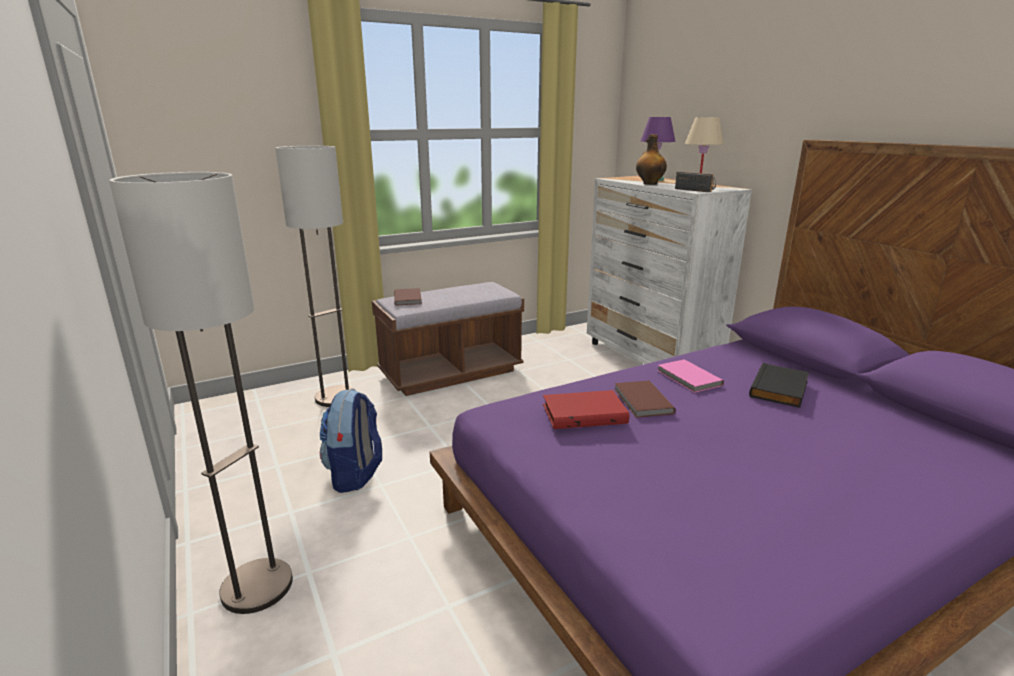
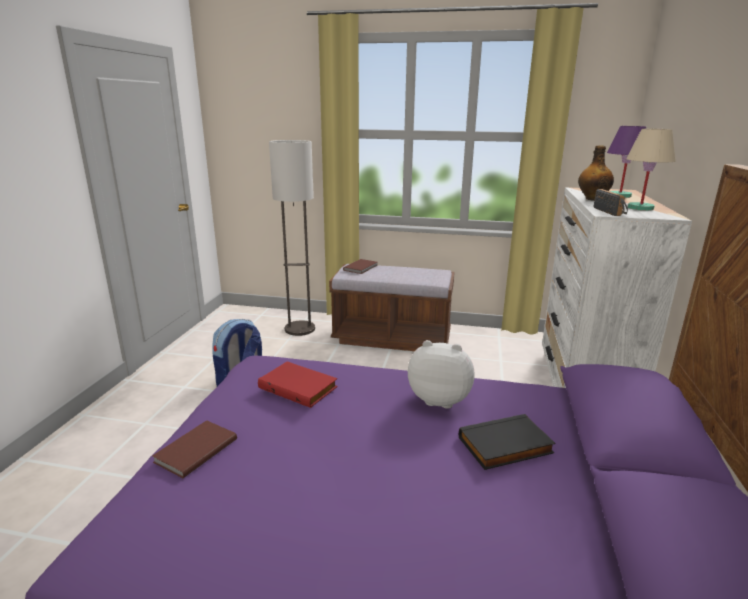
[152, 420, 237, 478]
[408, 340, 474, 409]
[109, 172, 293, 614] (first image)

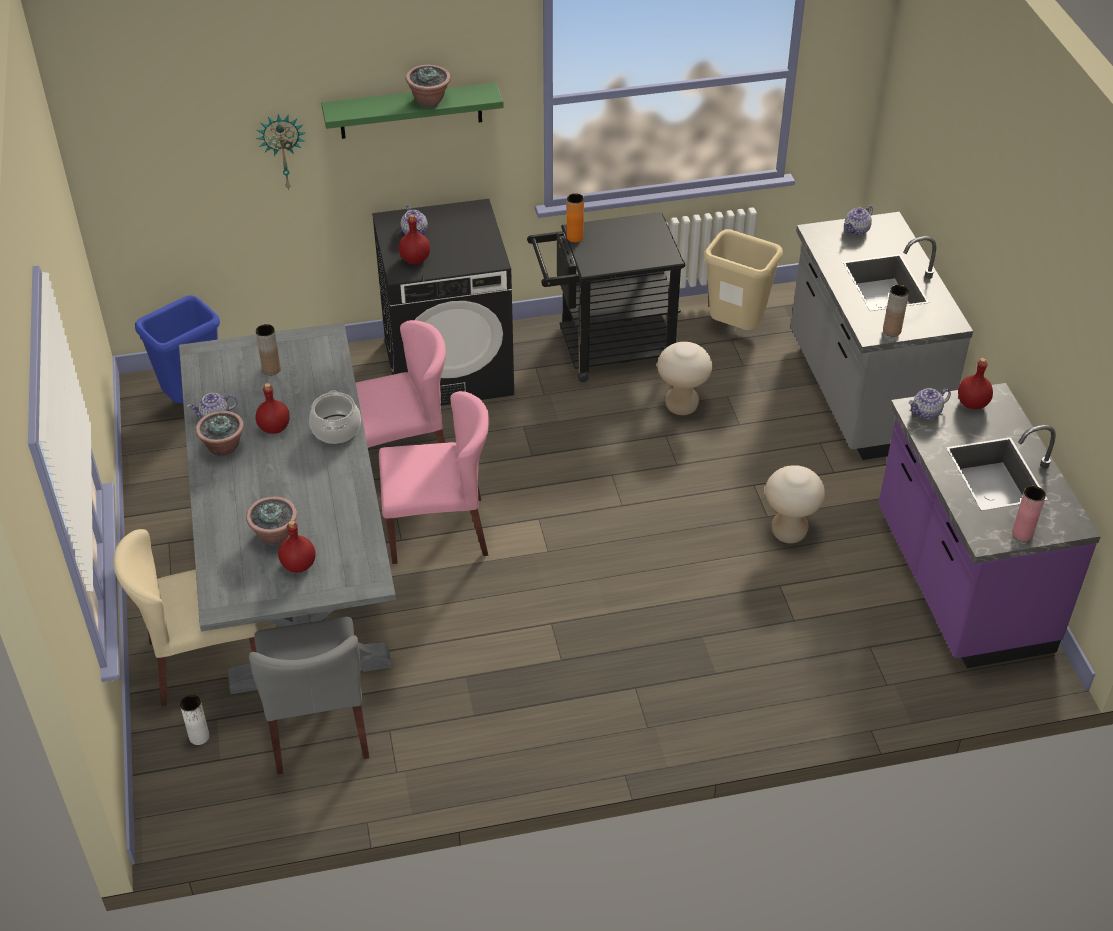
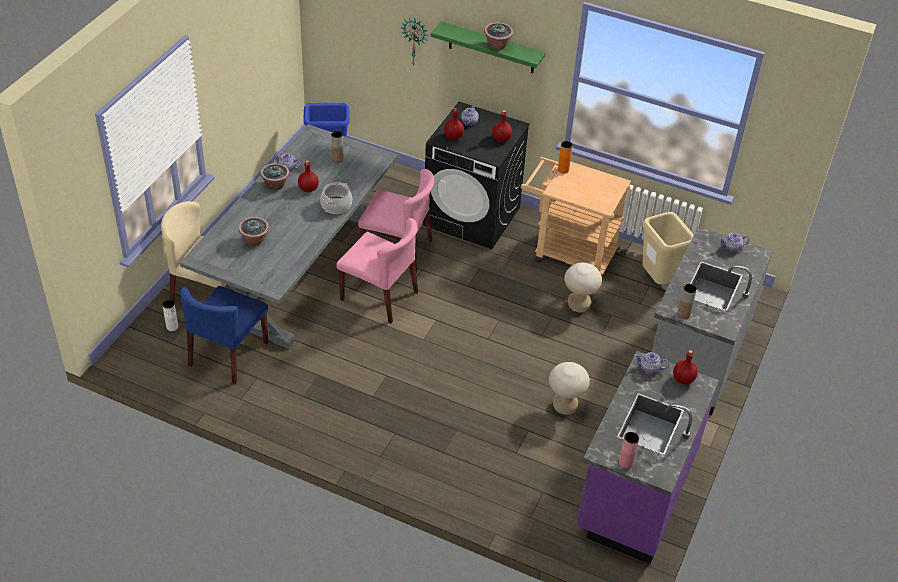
[180, 286, 268, 385]
[492, 110, 512, 142]
[521, 157, 631, 275]

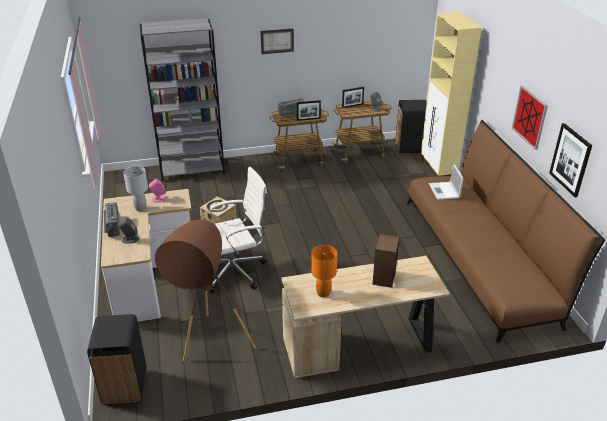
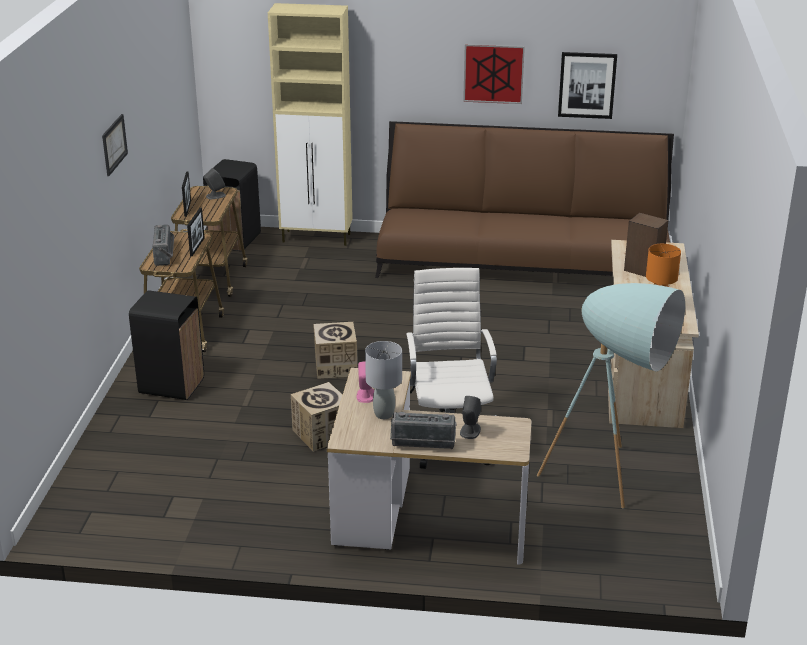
[129, 290, 204, 400]
[313, 322, 357, 379]
[537, 283, 685, 509]
[140, 18, 225, 181] (first image)
[429, 163, 463, 200] (first image)

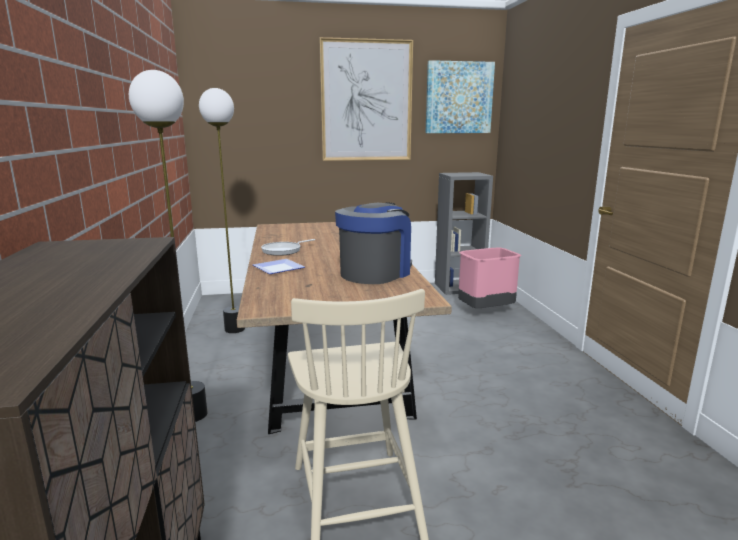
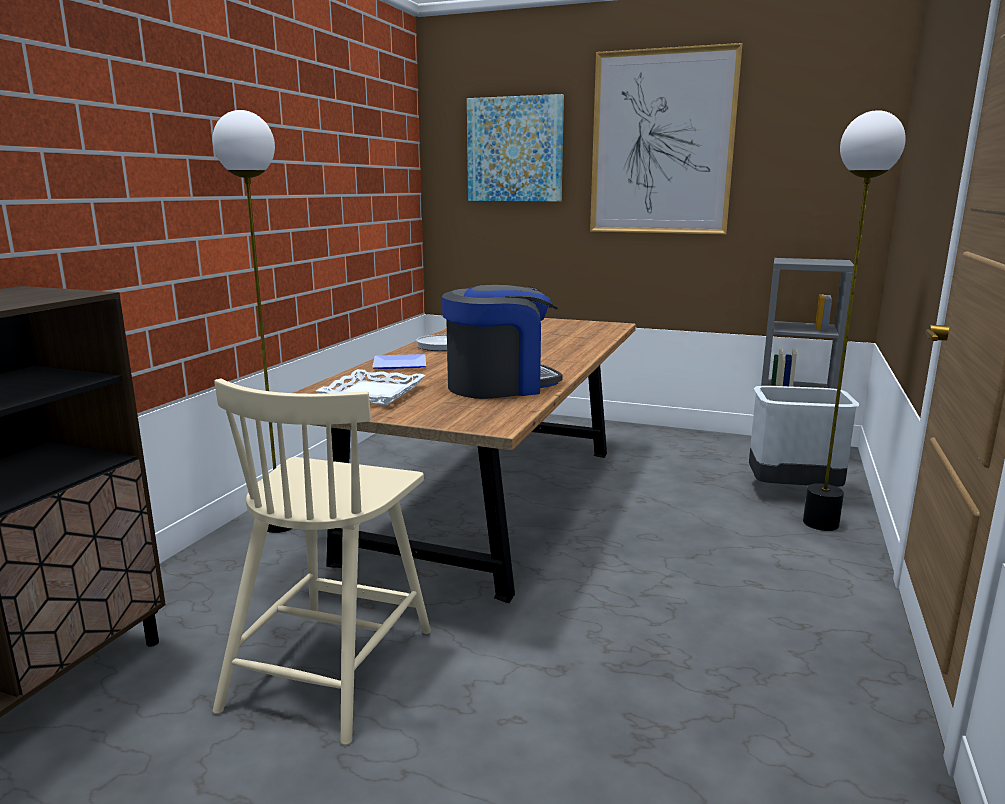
[316, 369, 426, 405]
[467, 94, 564, 201]
[749, 386, 860, 487]
[803, 110, 906, 531]

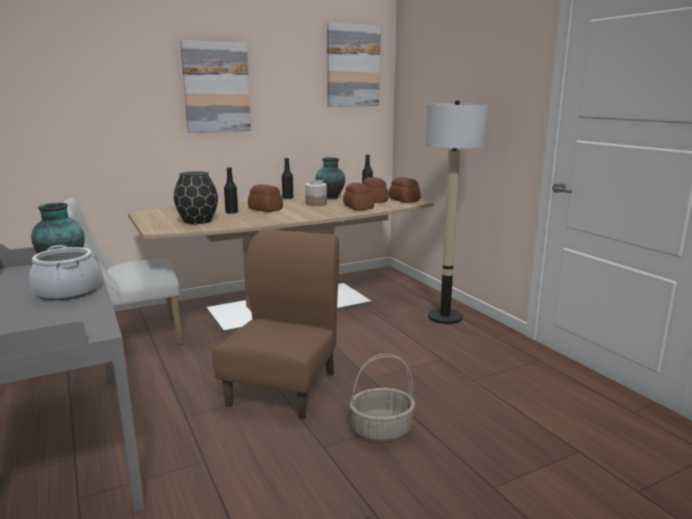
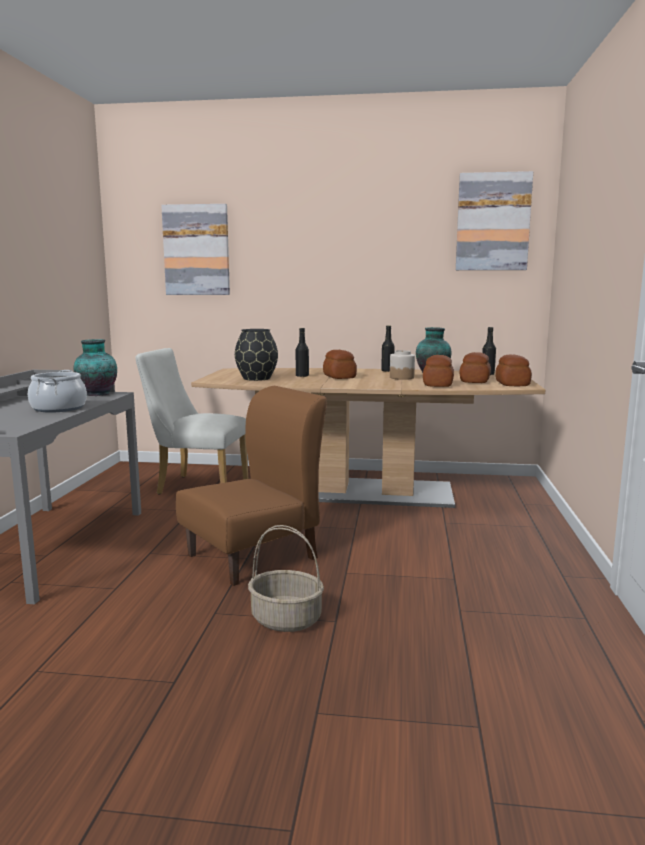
[161, 204, 230, 295]
[425, 100, 488, 324] (first image)

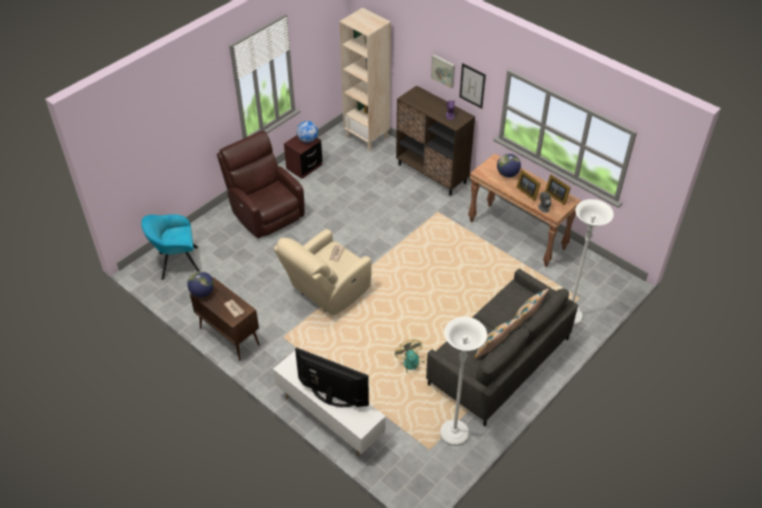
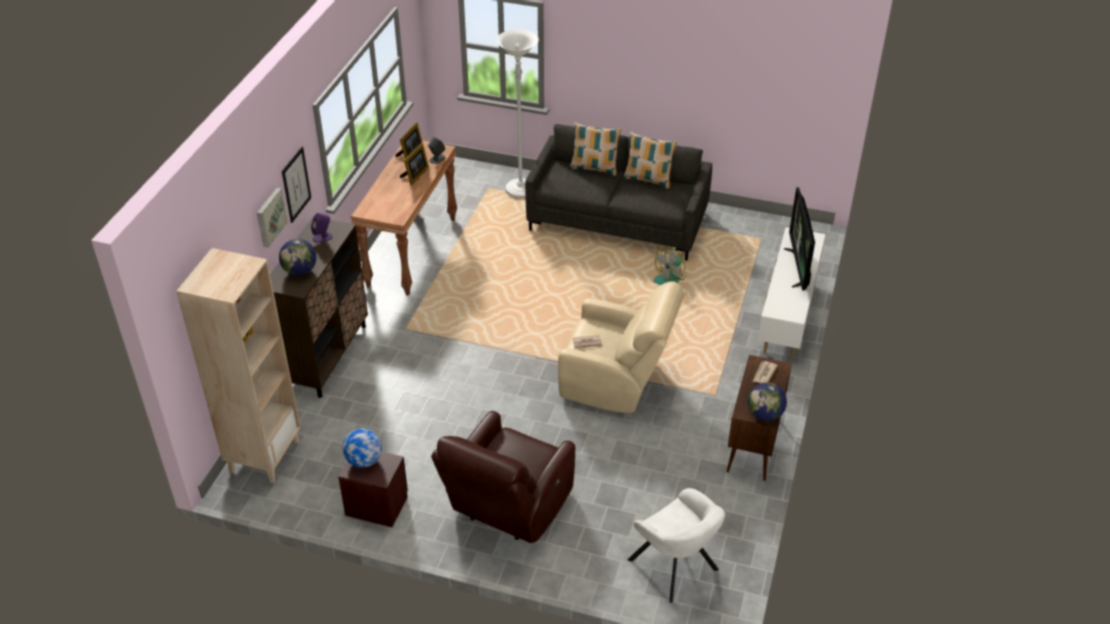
[279, 239, 316, 276]
[628, 488, 725, 603]
[440, 317, 487, 446] (first image)

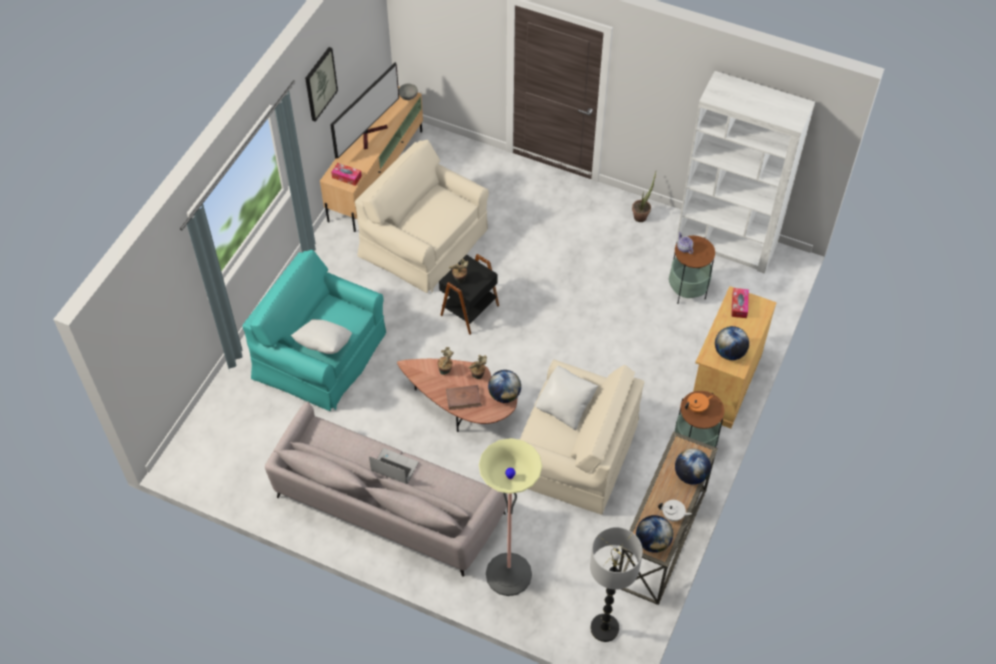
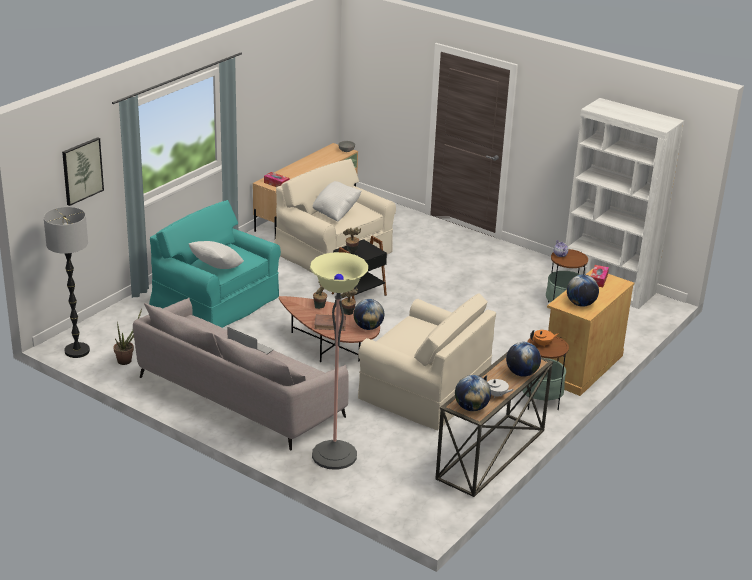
[44, 207, 90, 358]
[62, 137, 104, 206]
[113, 309, 142, 365]
[313, 181, 361, 221]
[330, 62, 399, 159] (first image)

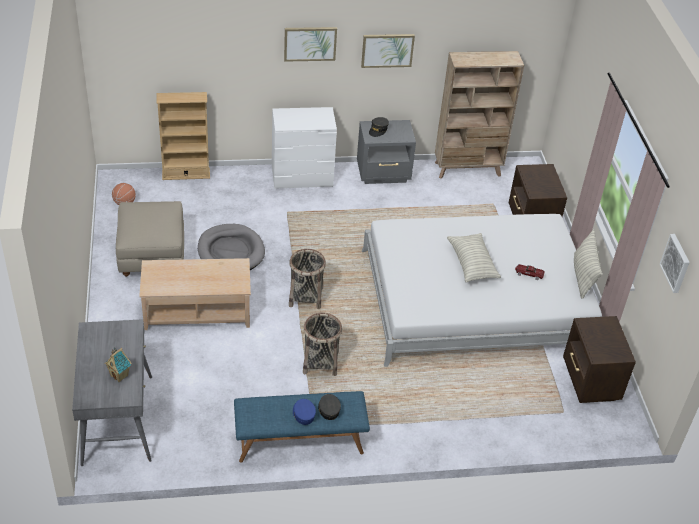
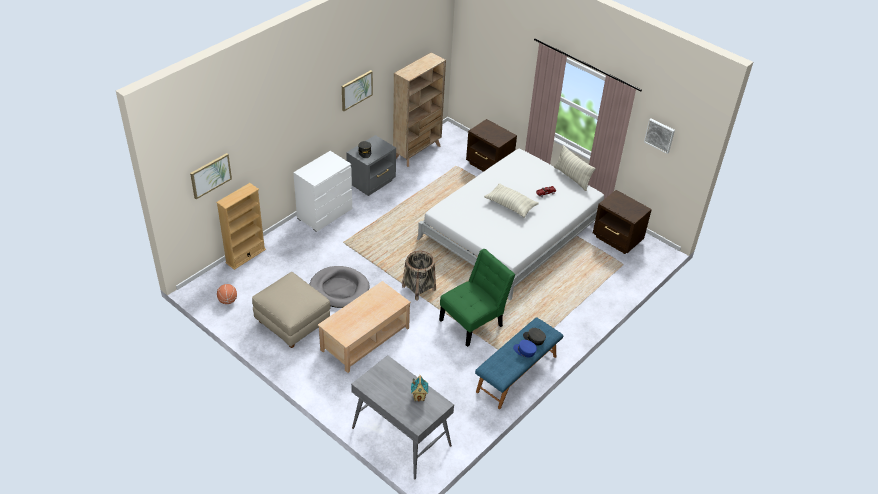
[190, 153, 232, 199]
[439, 249, 515, 347]

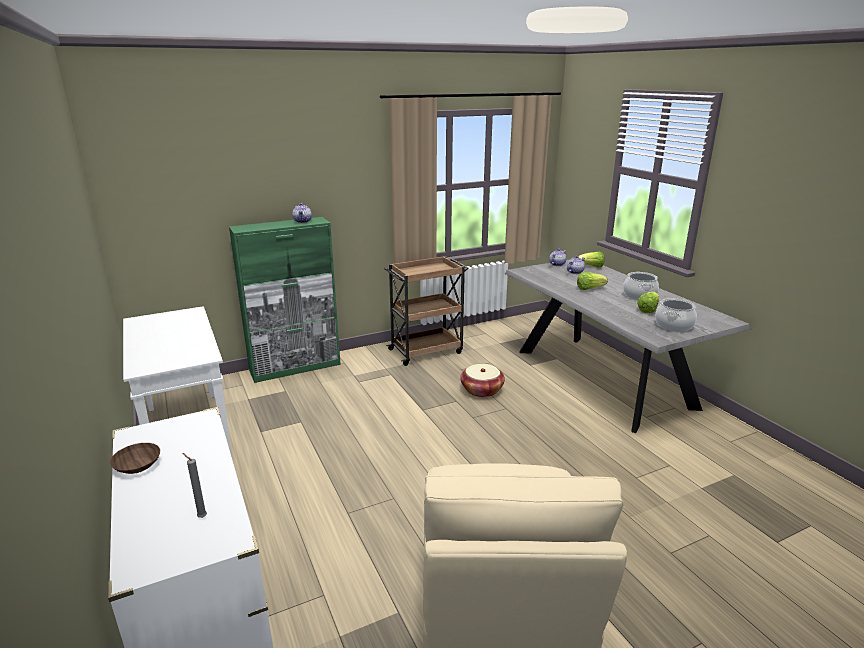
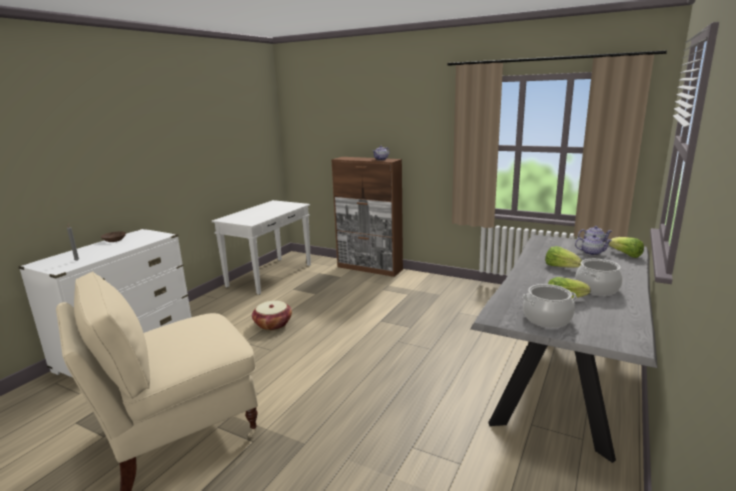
[252, 301, 292, 330]
[331, 157, 403, 277]
[384, 256, 469, 366] (first image)

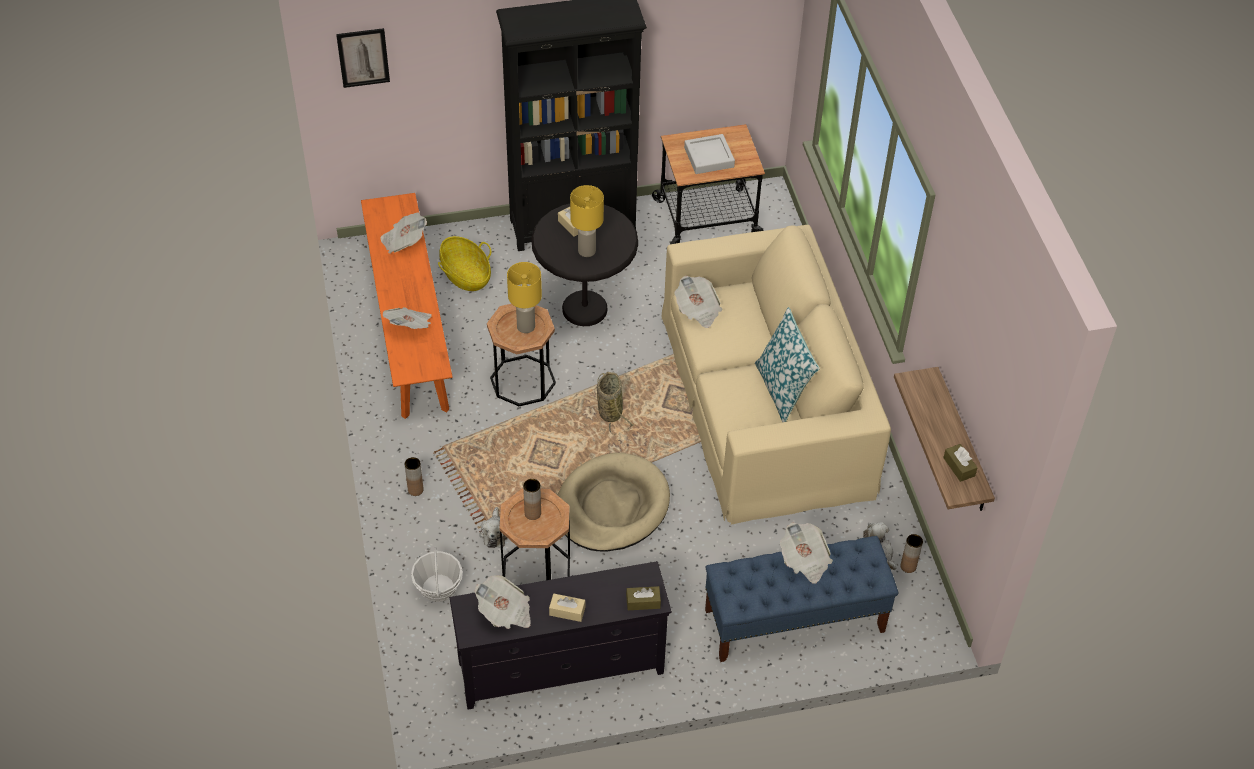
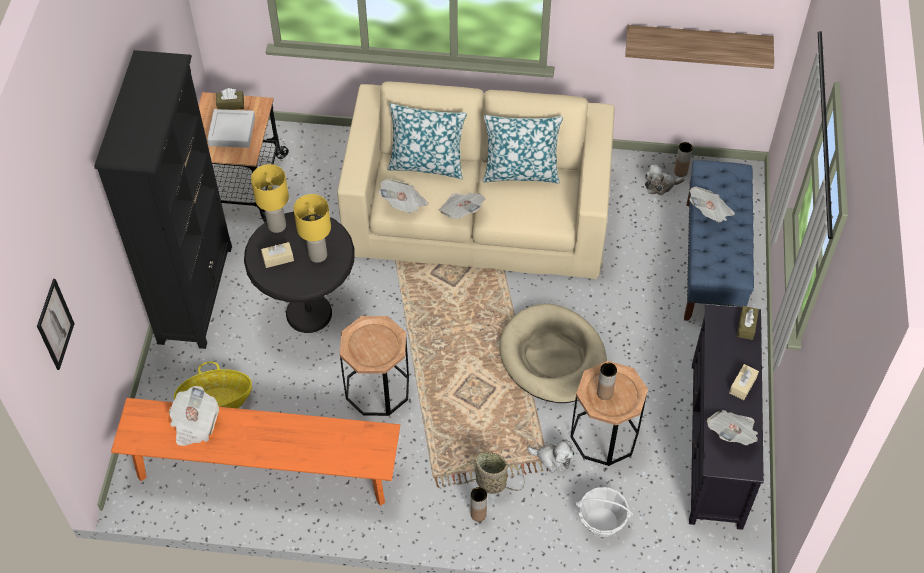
[216, 88, 244, 110]
[251, 164, 289, 233]
[387, 103, 467, 179]
[438, 193, 486, 219]
[444, 452, 524, 494]

